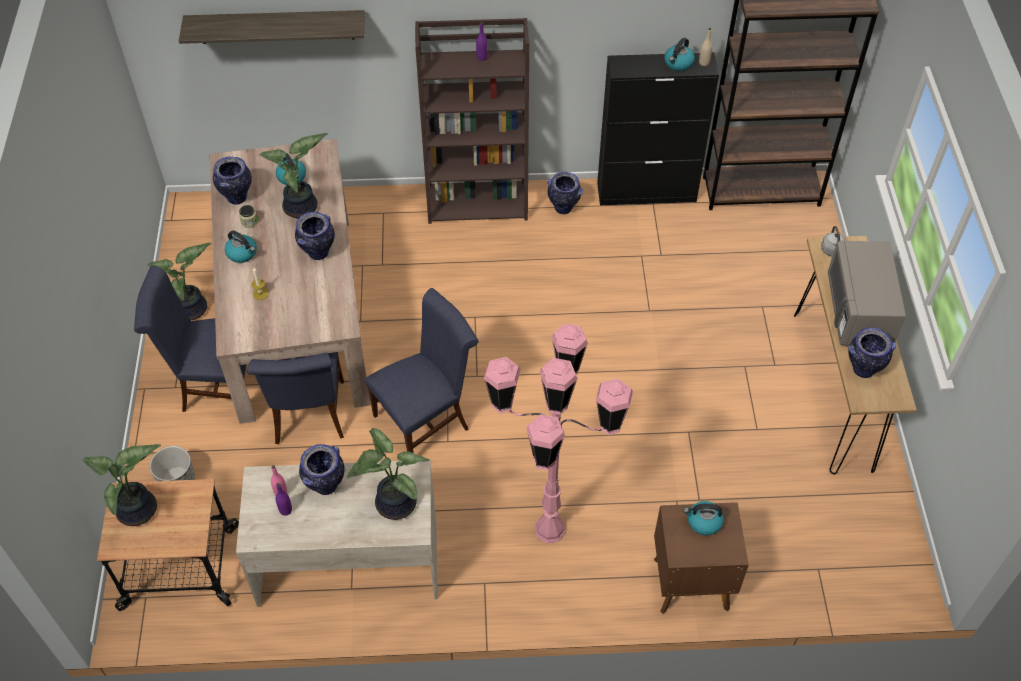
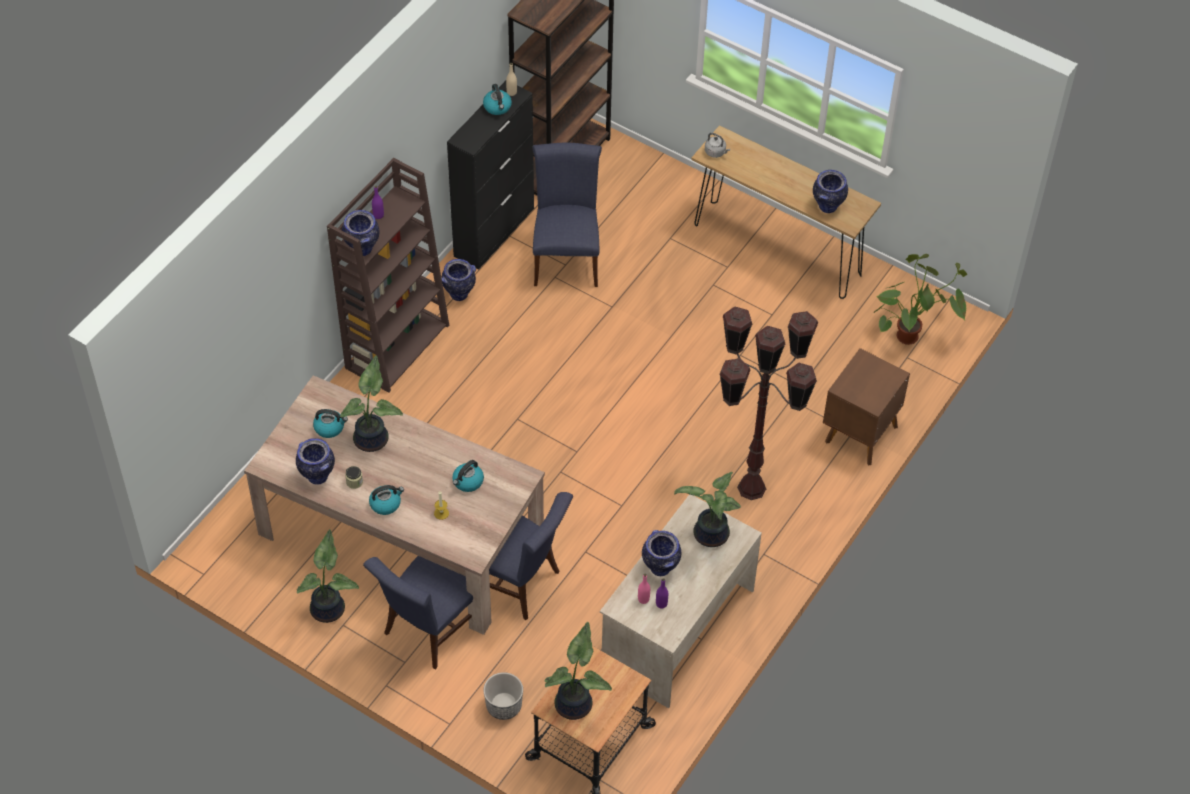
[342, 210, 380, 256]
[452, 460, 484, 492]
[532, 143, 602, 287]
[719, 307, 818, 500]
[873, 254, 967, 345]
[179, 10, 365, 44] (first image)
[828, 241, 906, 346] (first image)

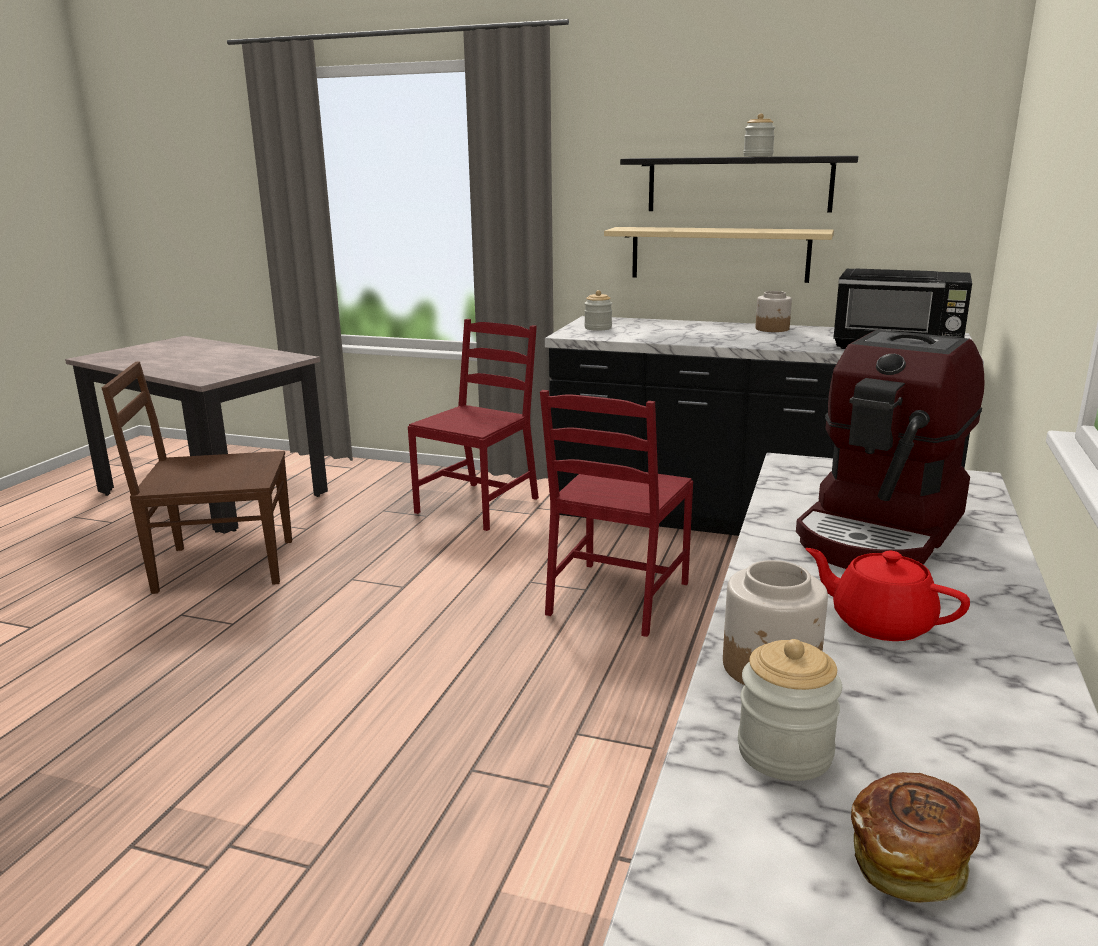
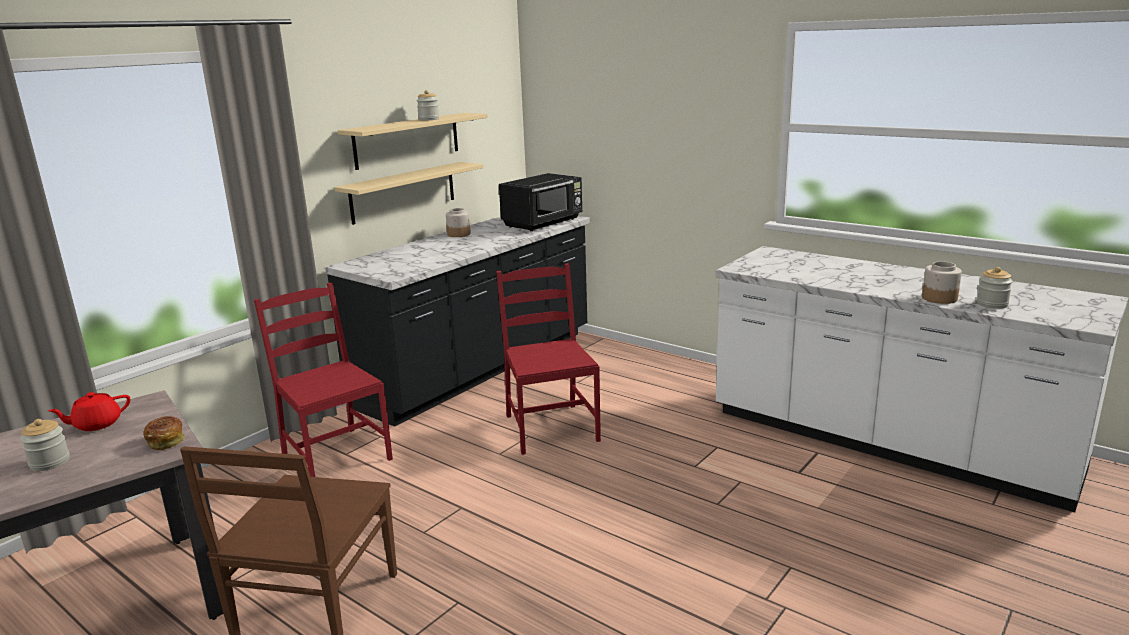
[20, 419, 70, 471]
[48, 392, 130, 431]
[143, 416, 185, 450]
[338, 113, 488, 170]
[496, 263, 601, 455]
[796, 330, 985, 569] (first image)

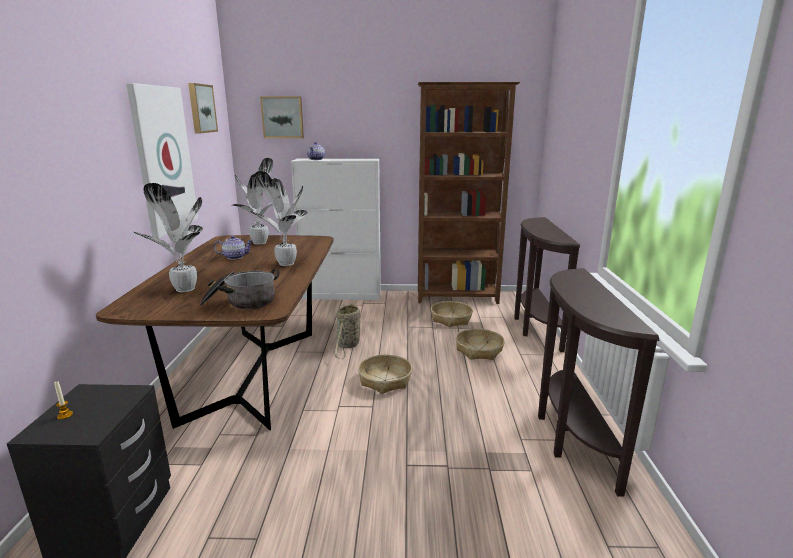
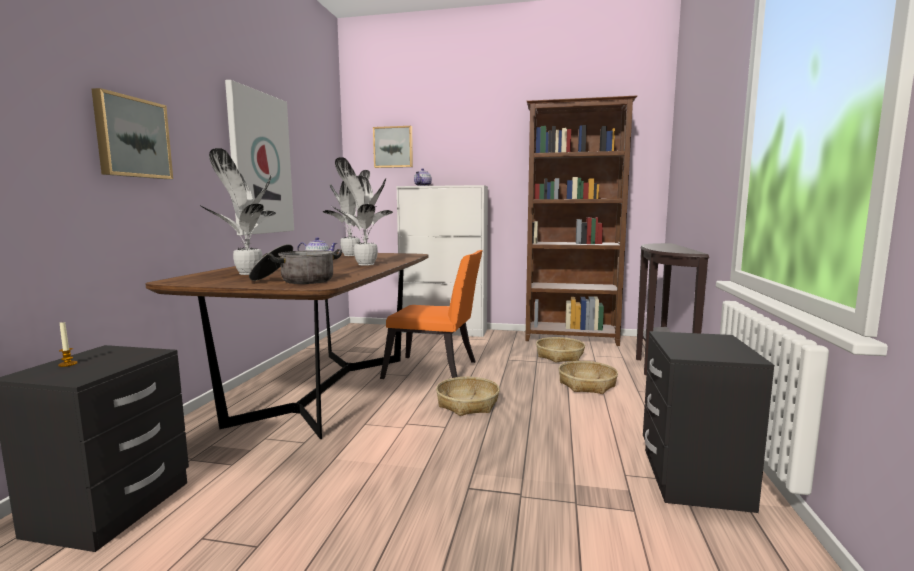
[92, 88, 173, 179]
[380, 250, 483, 379]
[643, 331, 774, 513]

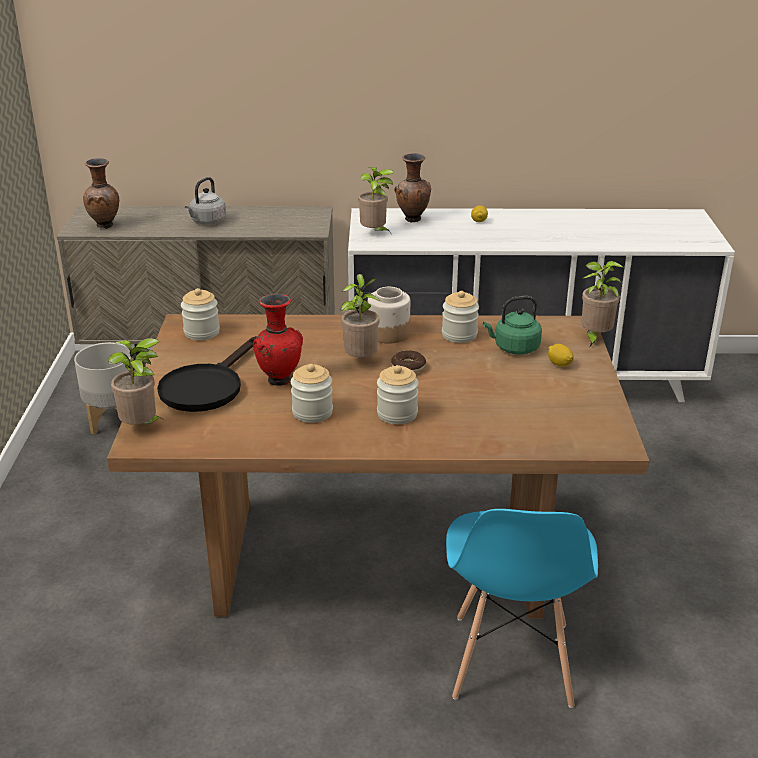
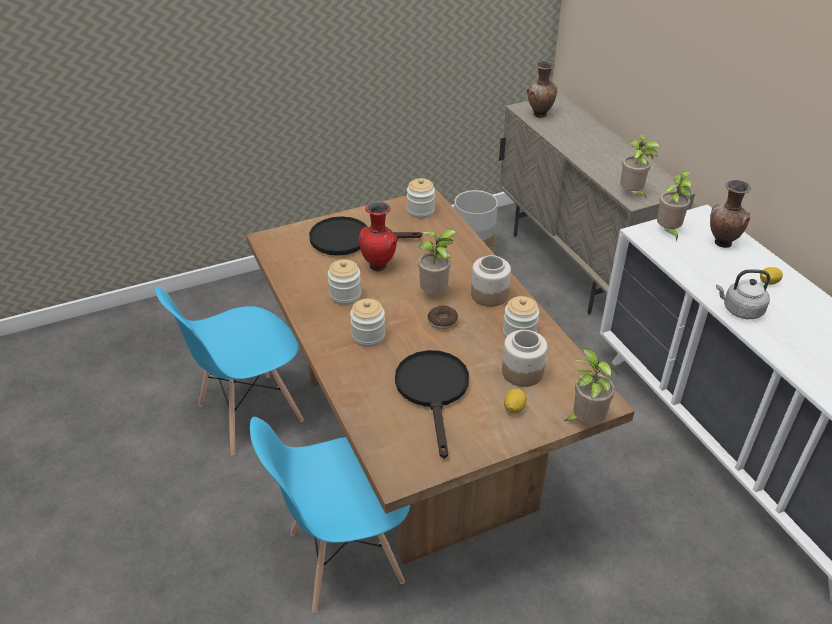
[155, 287, 304, 456]
[395, 350, 469, 459]
[502, 330, 547, 387]
[620, 135, 660, 200]
[716, 269, 770, 319]

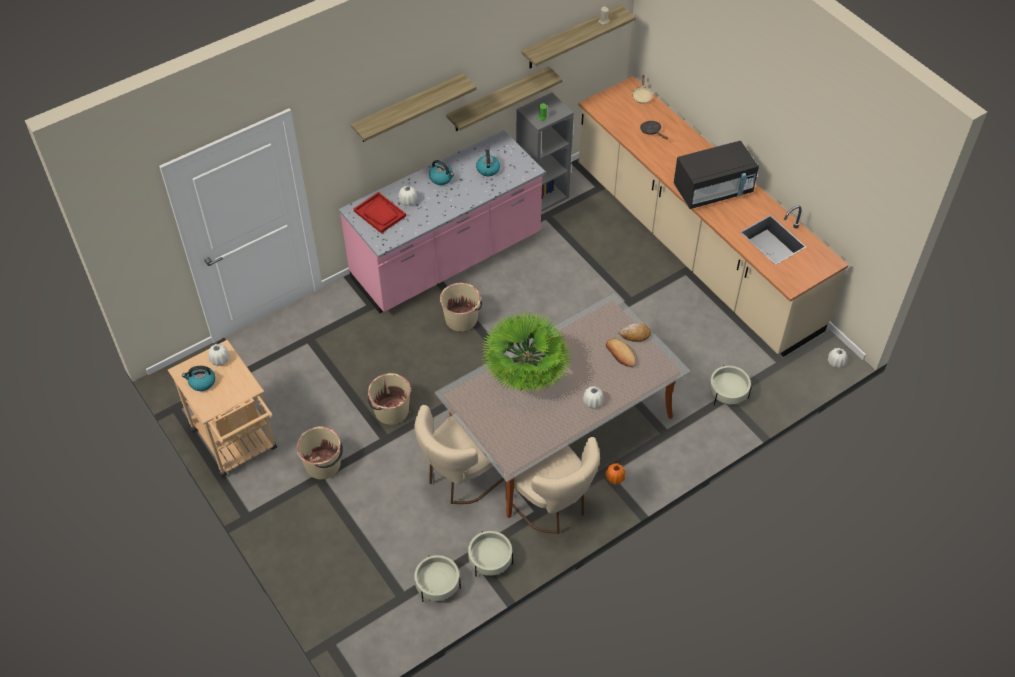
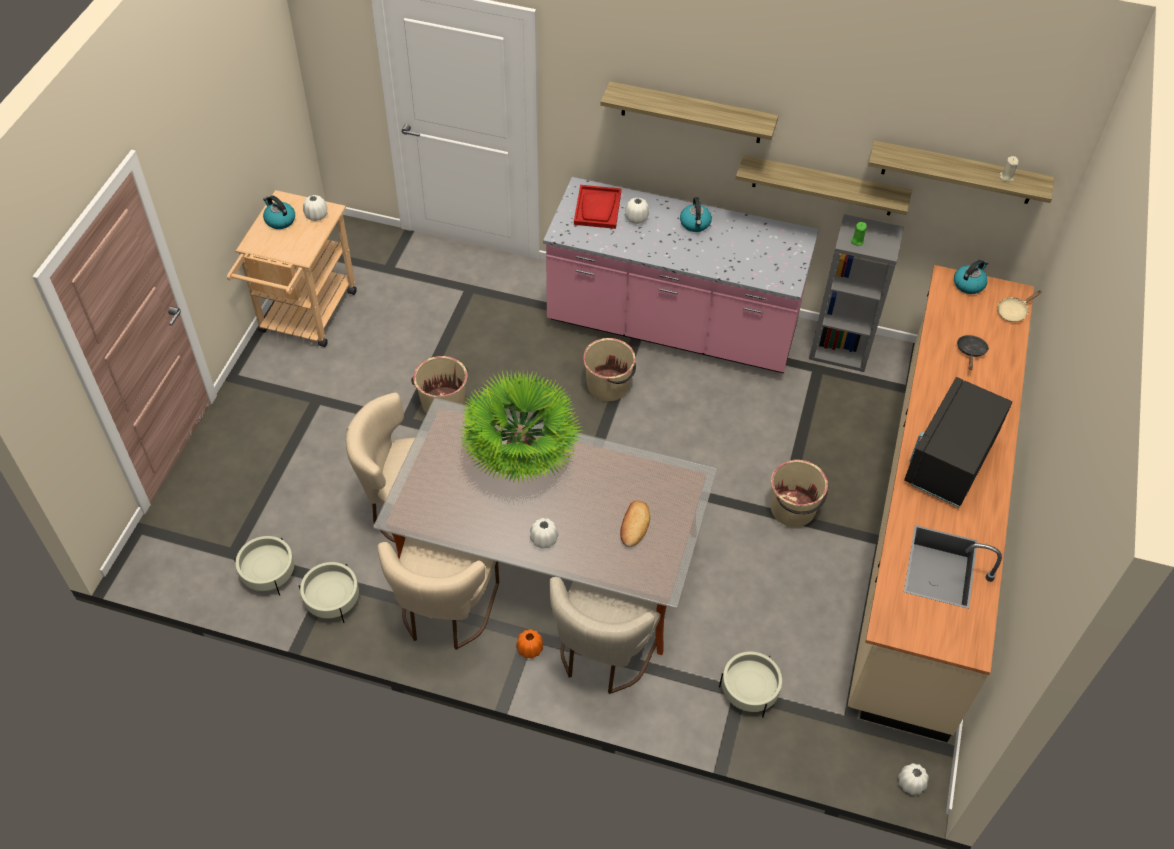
[549, 577, 667, 694]
[771, 460, 828, 527]
[904, 377, 1012, 508]
[954, 260, 988, 294]
[619, 323, 651, 342] (first image)

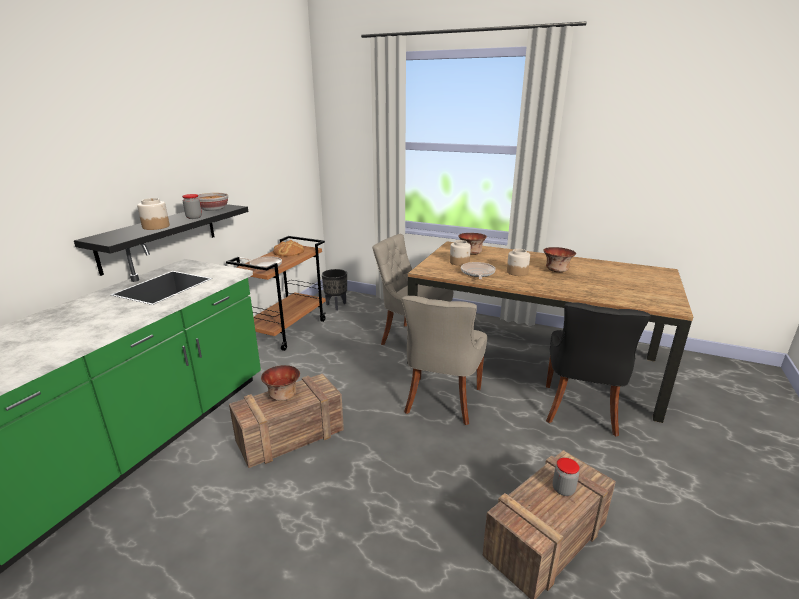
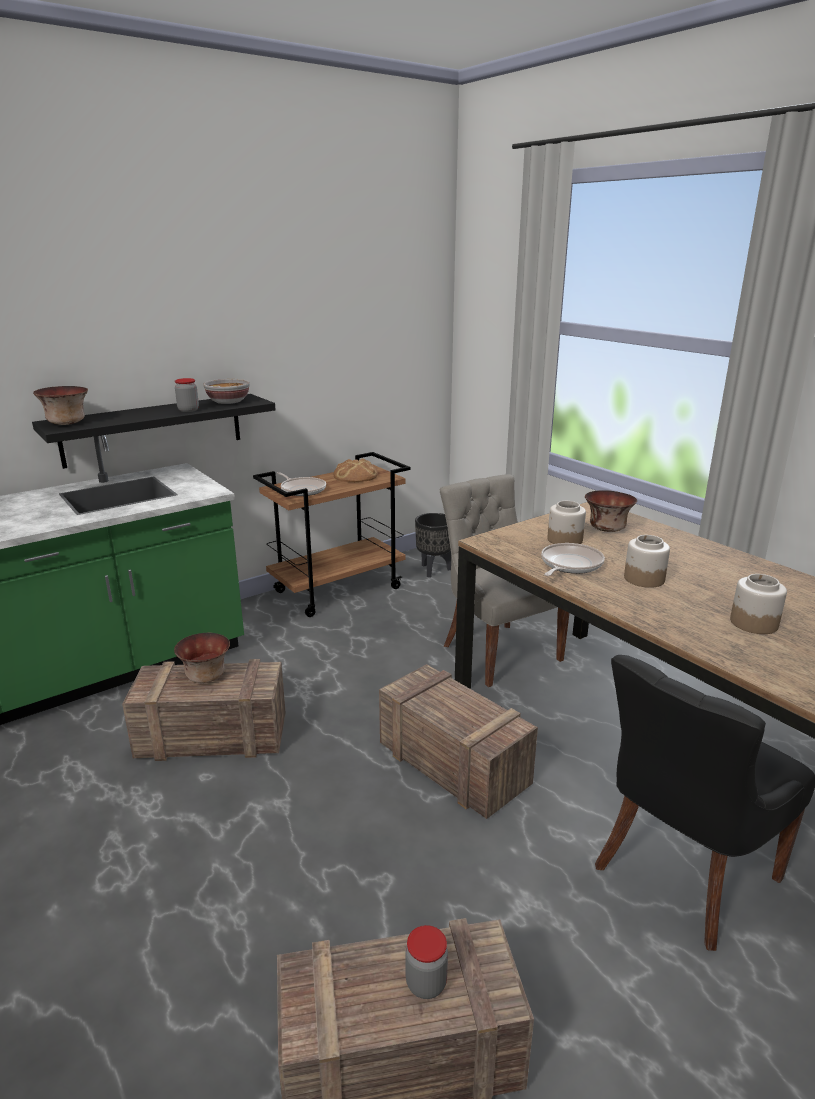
[33, 386, 88, 425]
[379, 664, 538, 819]
[730, 574, 787, 634]

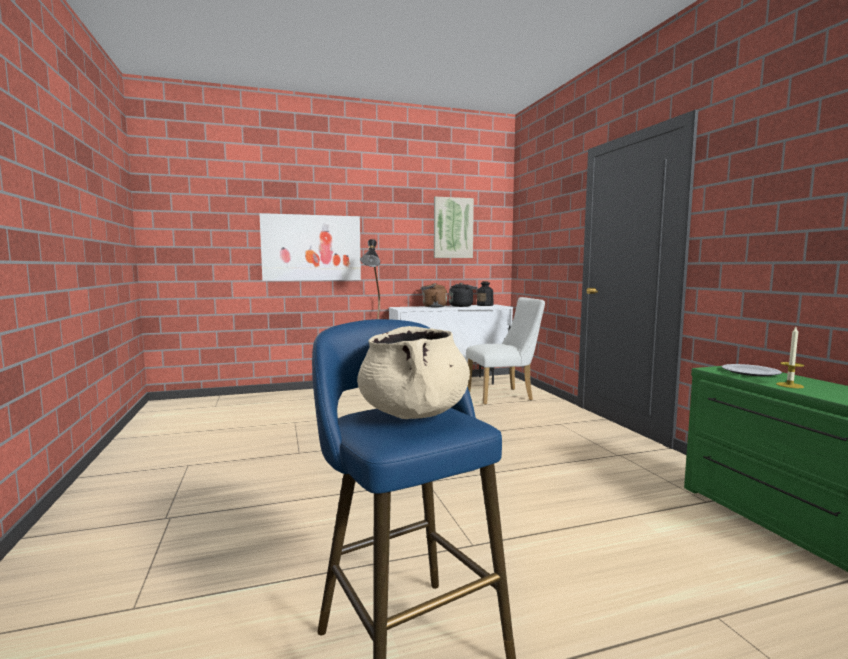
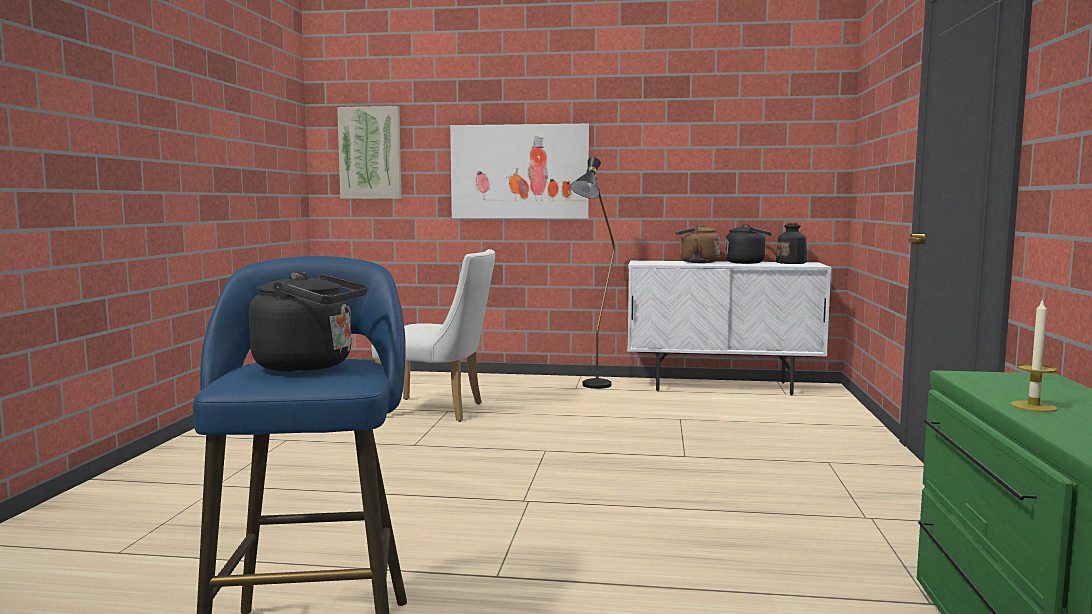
[249, 271, 368, 372]
[337, 106, 402, 199]
[372, 249, 495, 422]
[722, 364, 782, 376] (first image)

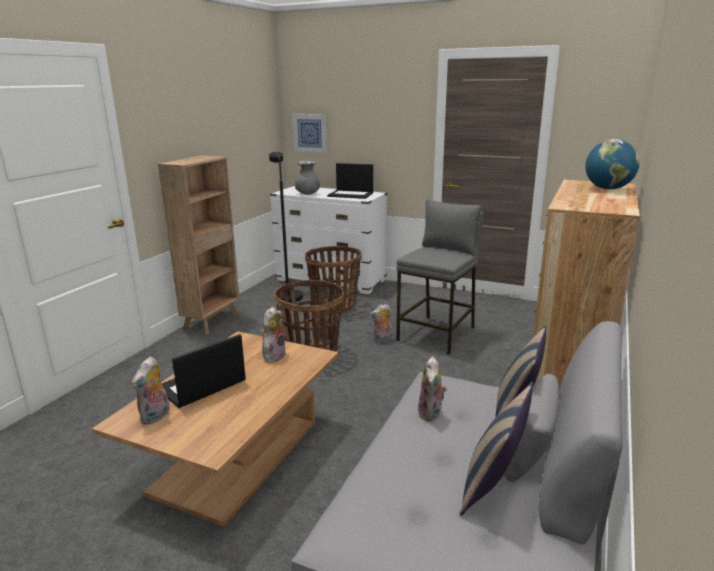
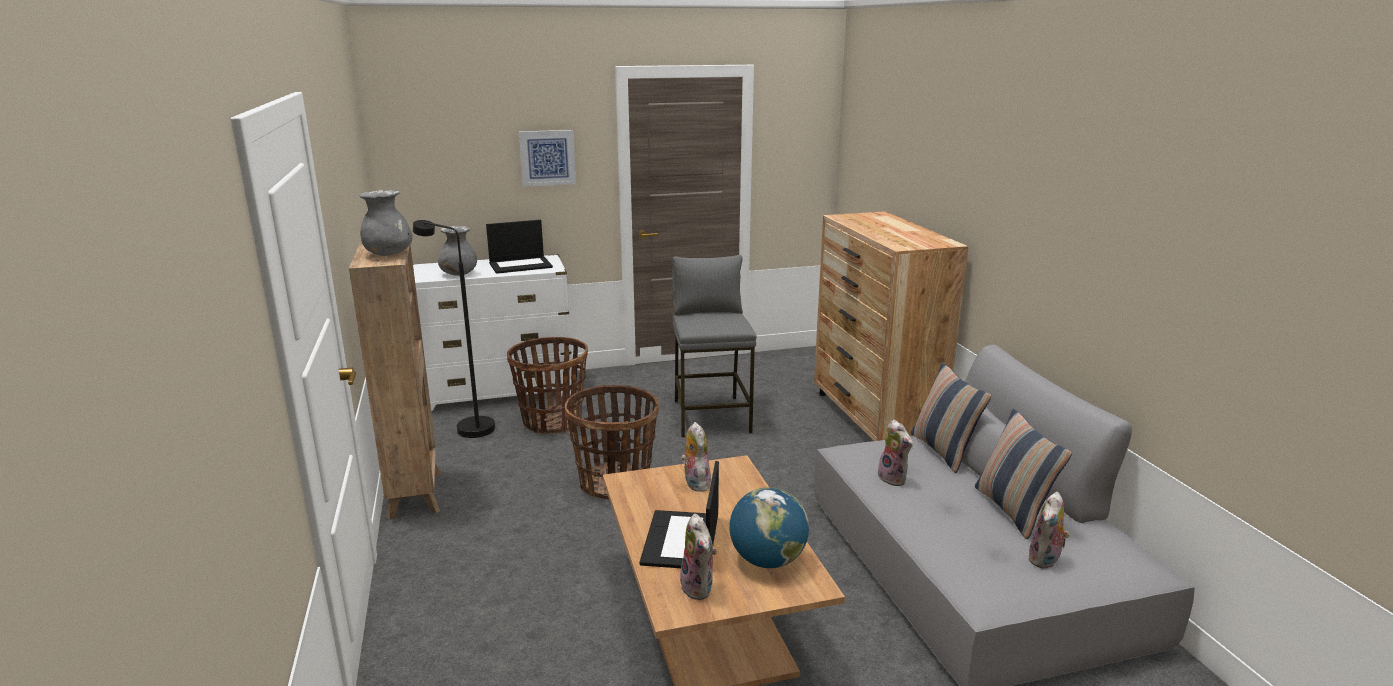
[359, 190, 412, 256]
[519, 130, 576, 186]
[729, 487, 809, 568]
[1028, 492, 1070, 569]

